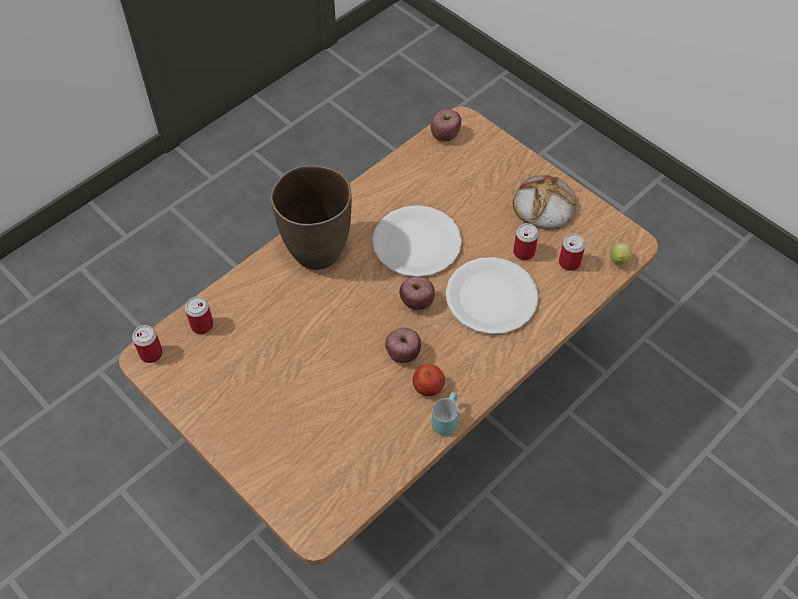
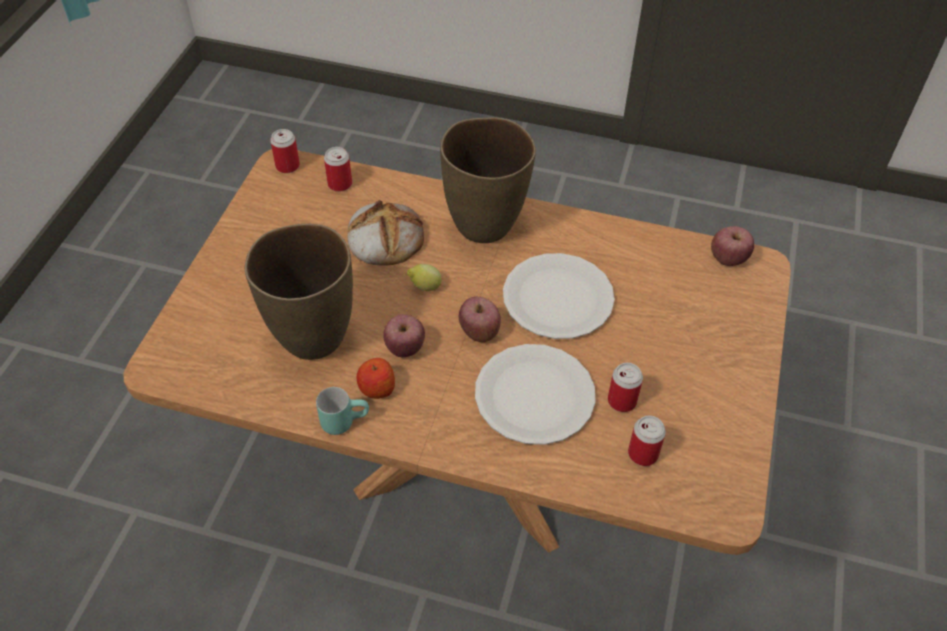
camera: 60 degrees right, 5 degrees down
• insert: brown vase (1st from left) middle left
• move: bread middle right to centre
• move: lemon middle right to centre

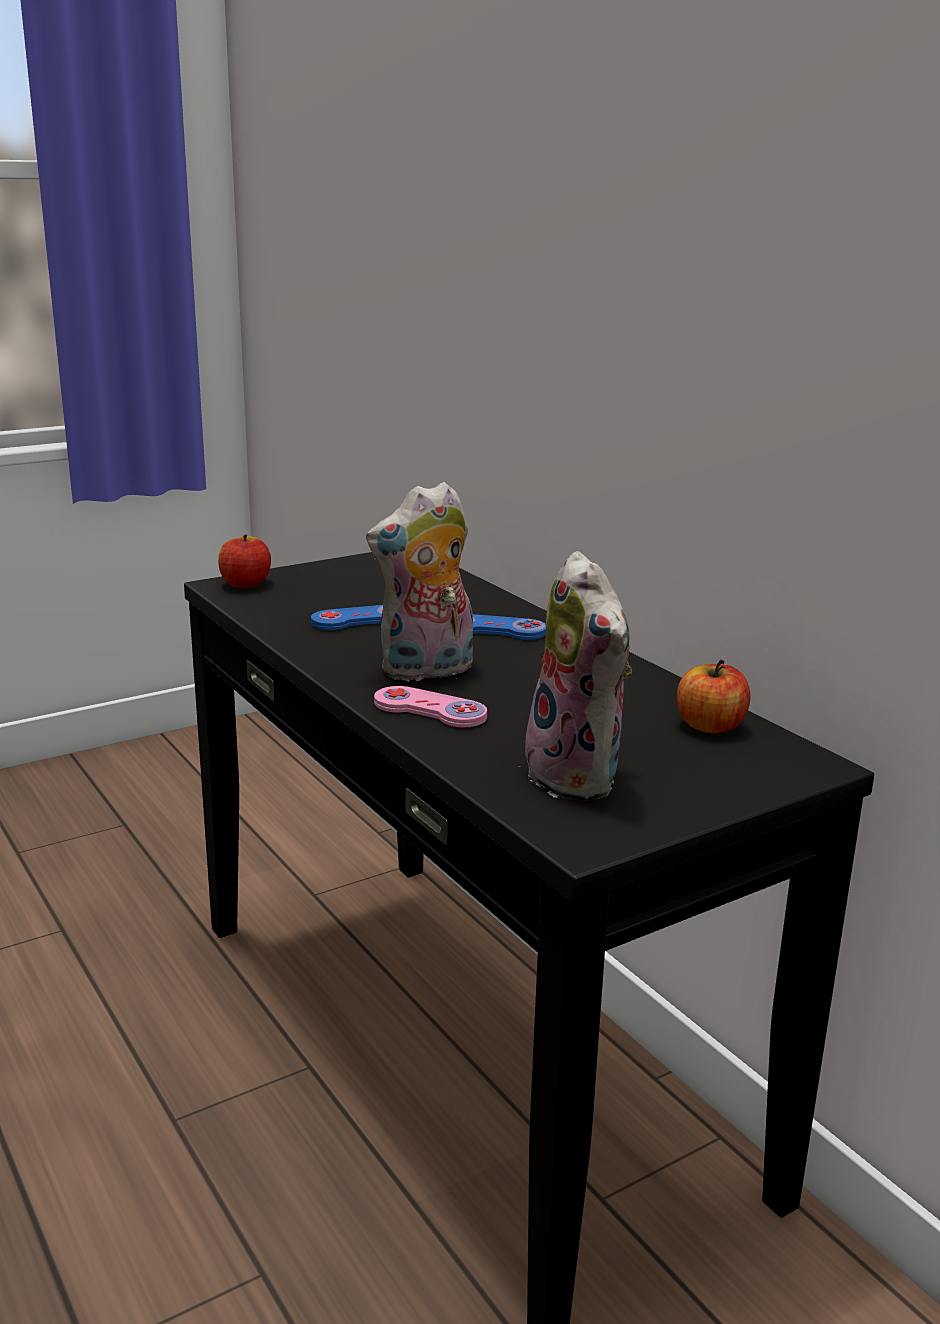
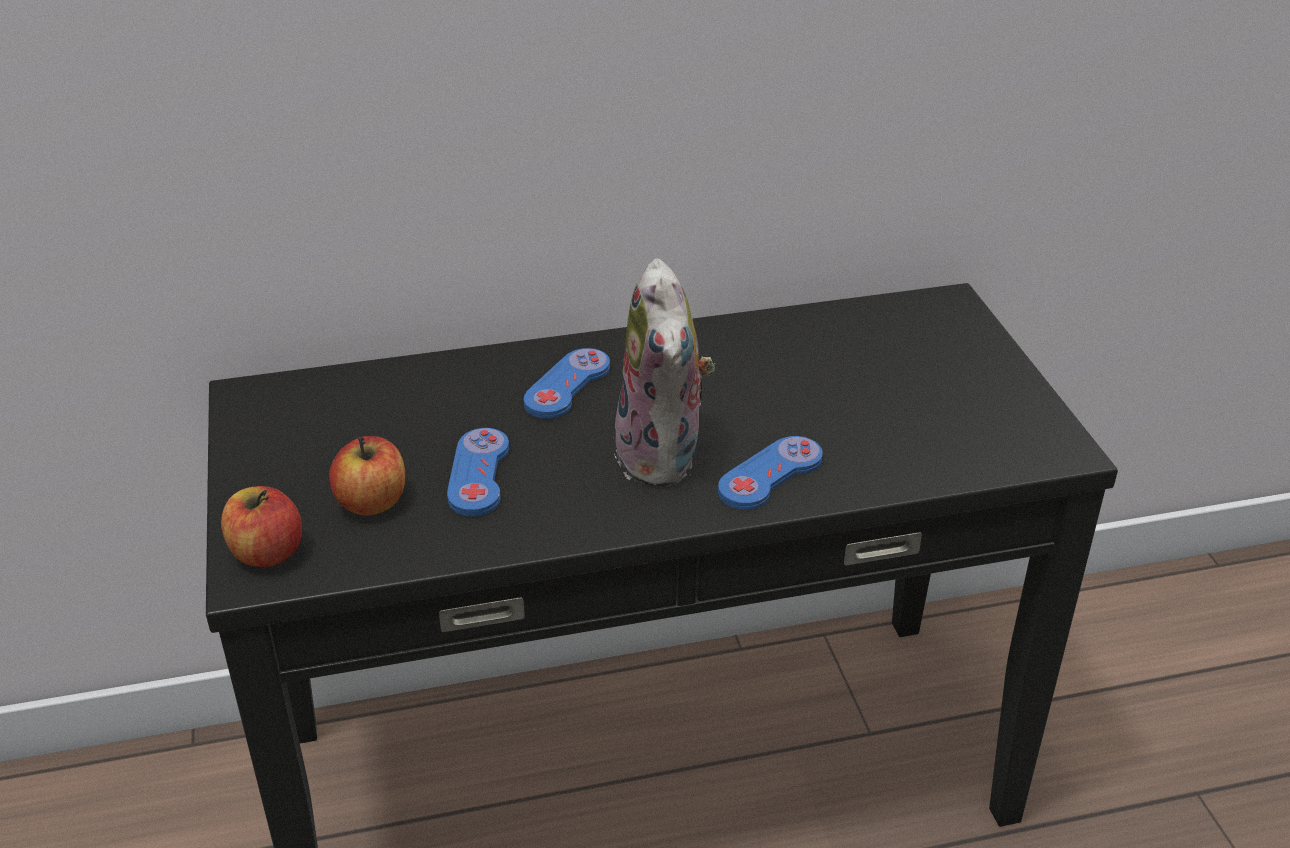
camera: 70 degrees left, 15 degrees up
• move: apple (2nd from left) middle right to middle left
• recolor: pink game controller centre to blue game controller (3rd from left) centre
• delete: plush toy (2nd from left) centre

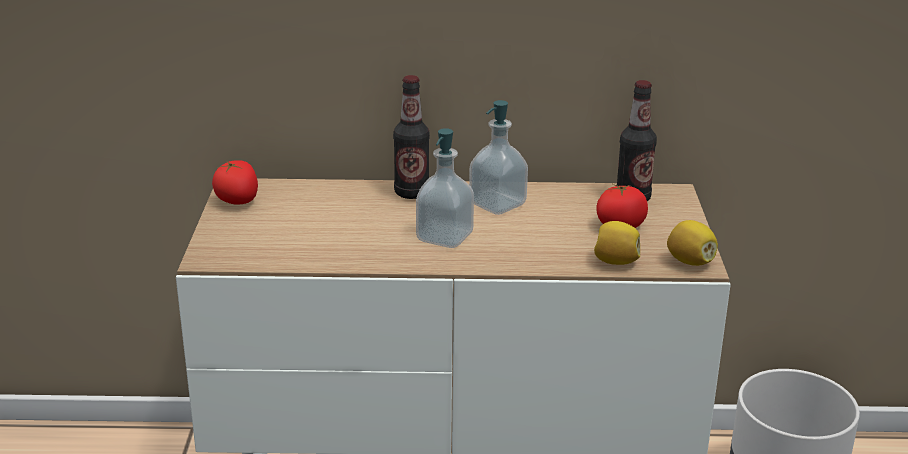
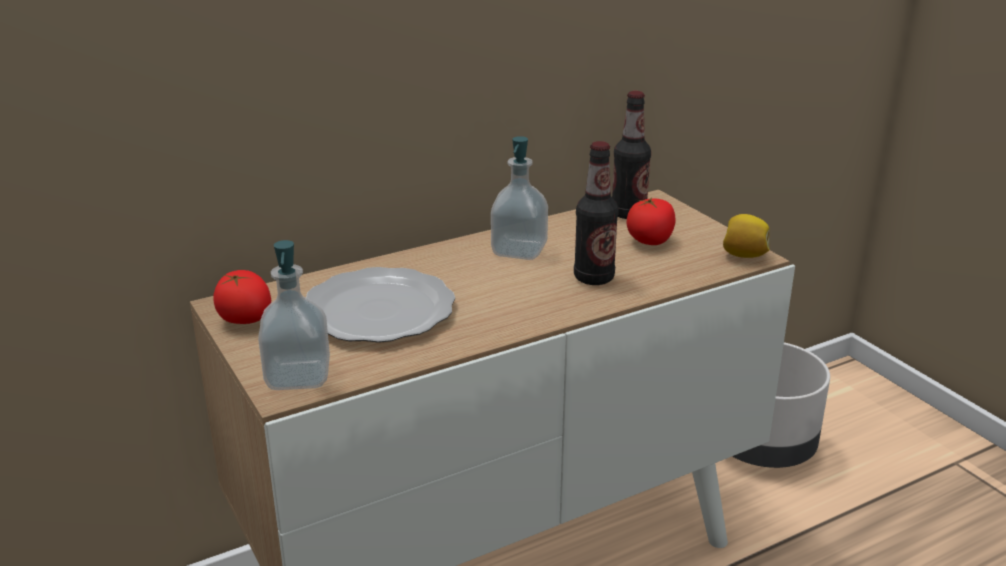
camera: 30 degrees left, 0 degrees up
• move: soap dispenser (1st from left) centre to middle left
• insert: plate centre
• move: bottle (1st from left) top centre to centre
• delete: lemon (1st from left) middle right

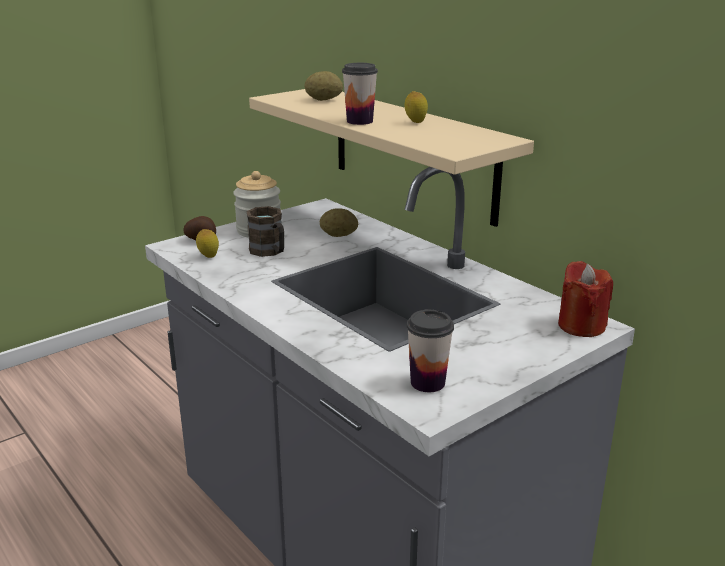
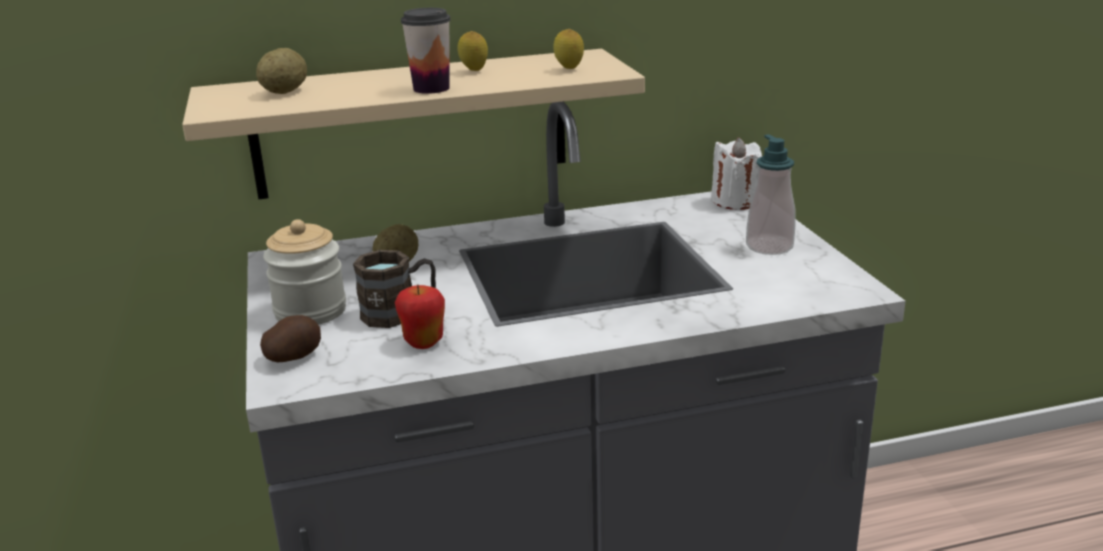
camera: 65 degrees left, 0 degrees up
• insert: apple centre
• move: lemon (1st from left in the first image) middle left to lemon (2nd from left) top centre
• recolor: red candle middle right to white candle top right
• insert: soap dispenser middle right
• delete: cup (2nd from left) centre

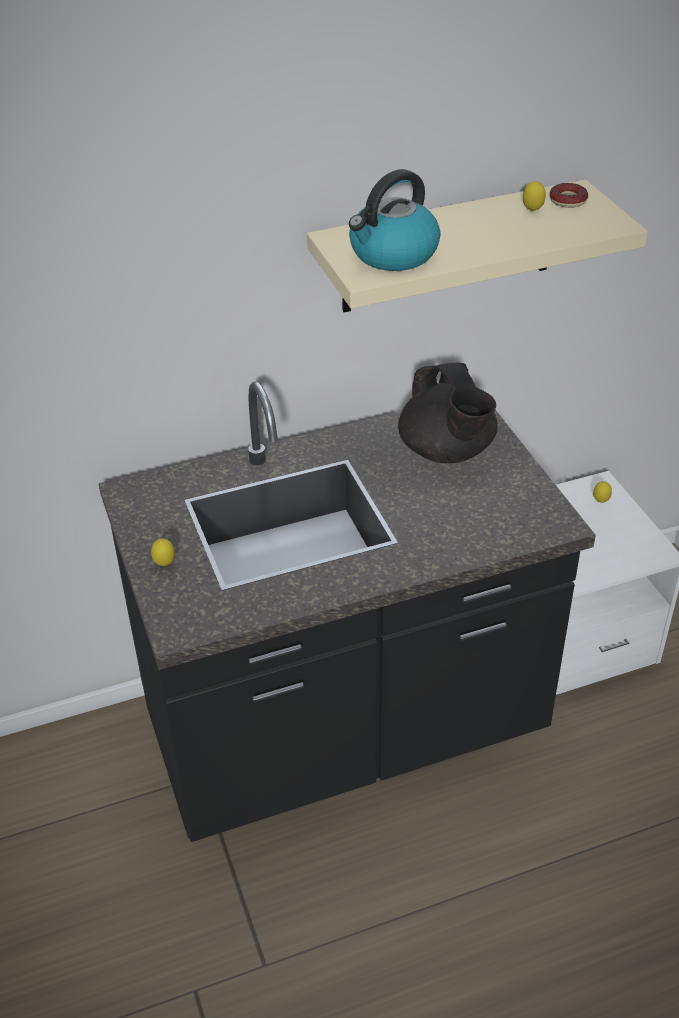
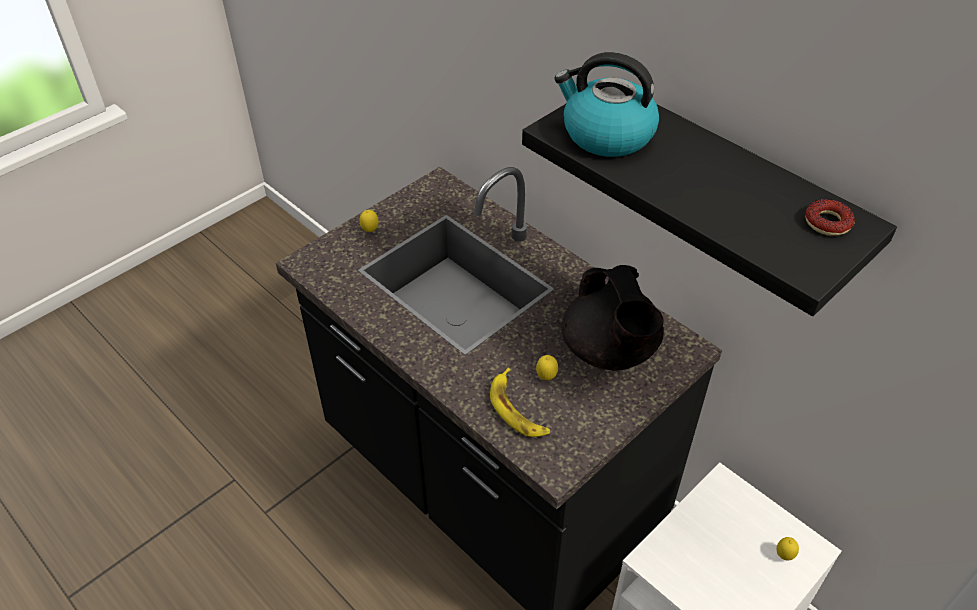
camera: 65 degrees right, 5 degrees up
• insert: banana centre
• recolor: beige shelf top right to black shelf middle right
• move: lemon (2nd from left) top right to centre
• rotate: black teapot centre = centre 60 degrees counterclockwise

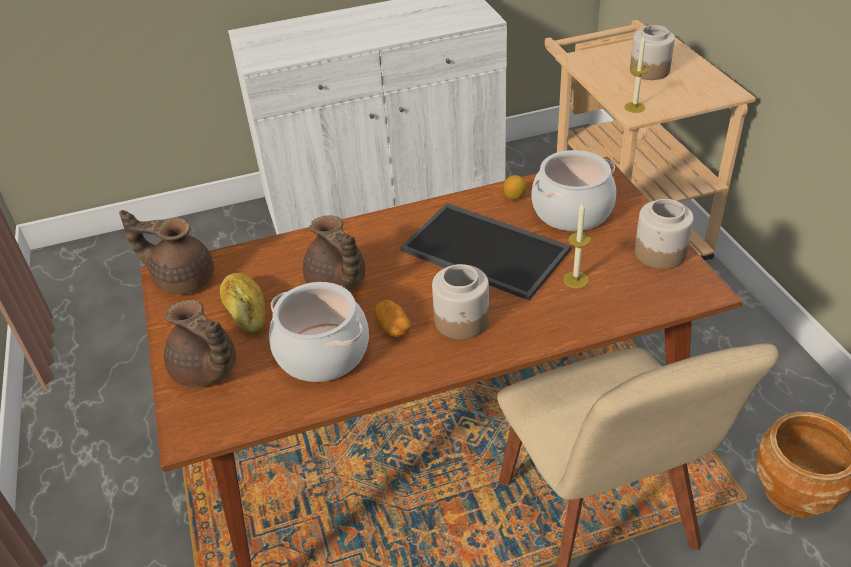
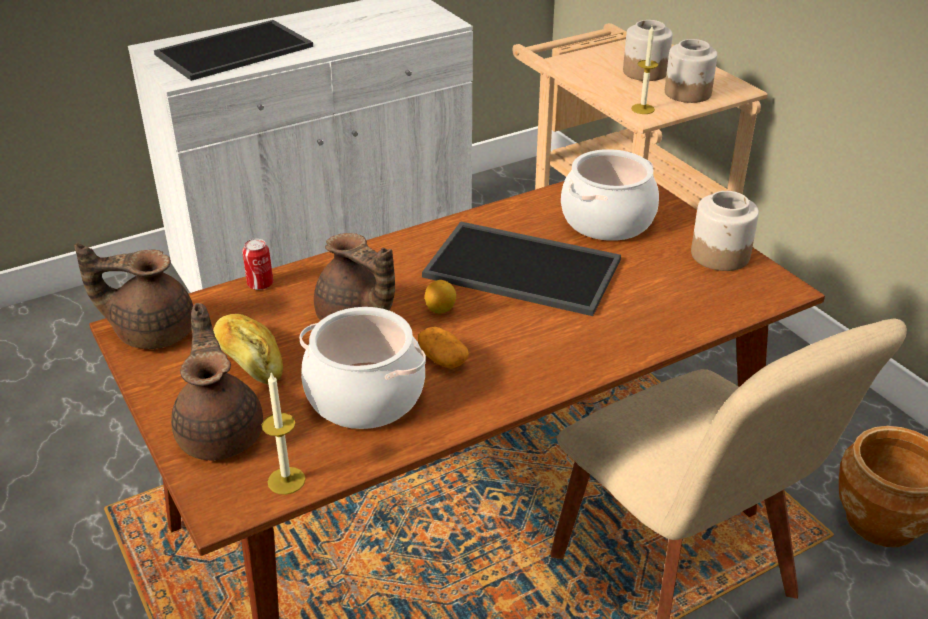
camera: 15 degrees left, 5 degrees down
• insert: tray (1st from left) top left
• rotate: brown teapot (2nd from left) middle left = middle left 135 degrees counterclockwise
• insert: can middle left
• move: candle (1st from left) middle right to bottom left
• move: lemon top centre to centre
• move: jar (1st from left in the first image) centre to jar (2nd from left) top right

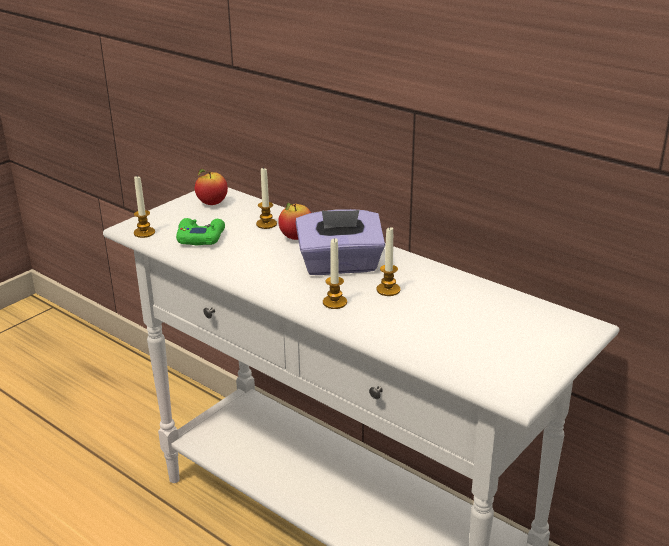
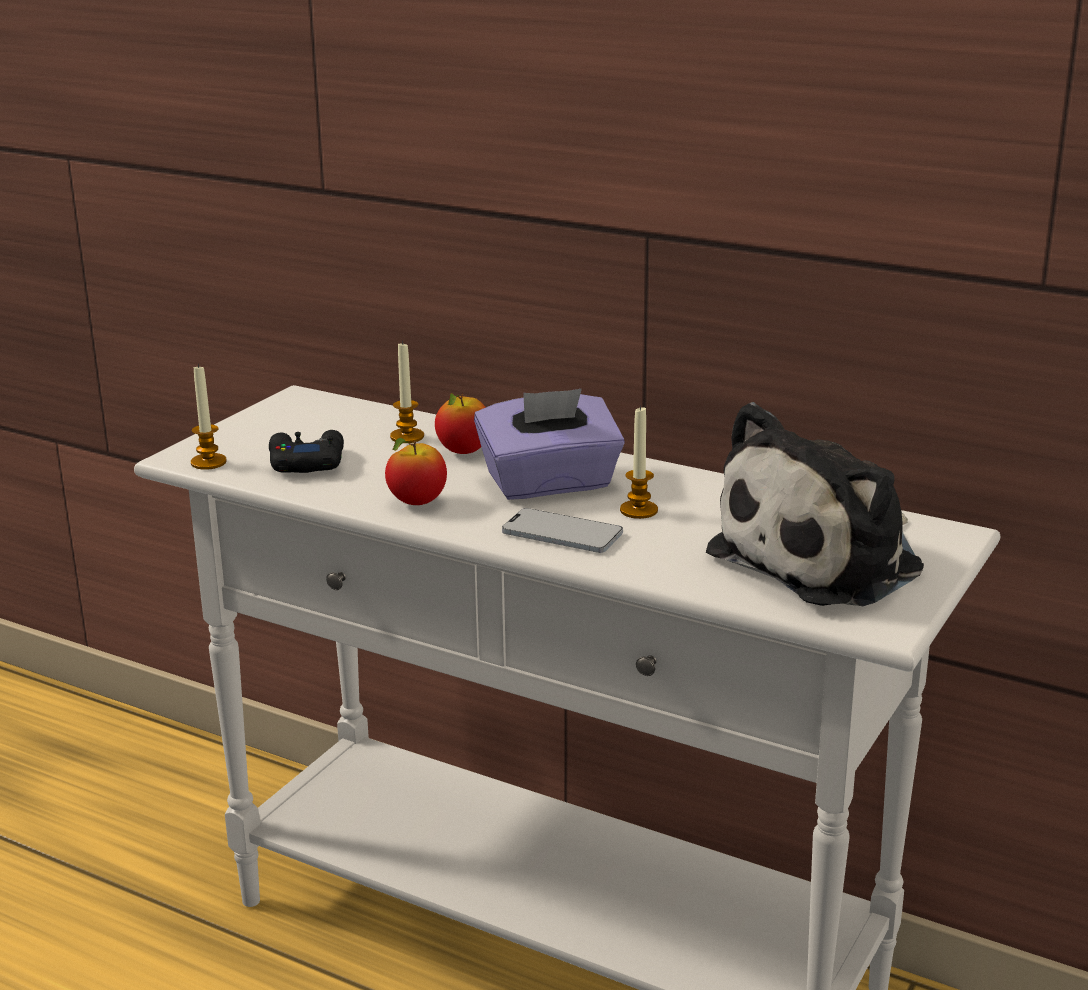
camera: 10 degrees left, 5 degrees down
• recolor: green game controller middle left to black game controller middle left
• move: apple (1st from left) middle left to centre
• replace: candle (3rd from left) centre to phone centre
• insert: plush toy middle right

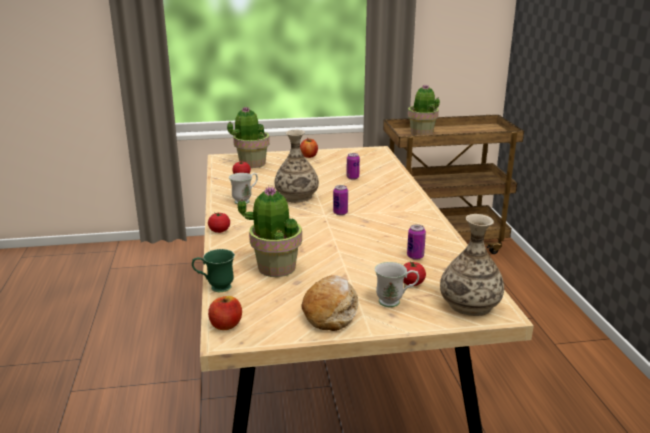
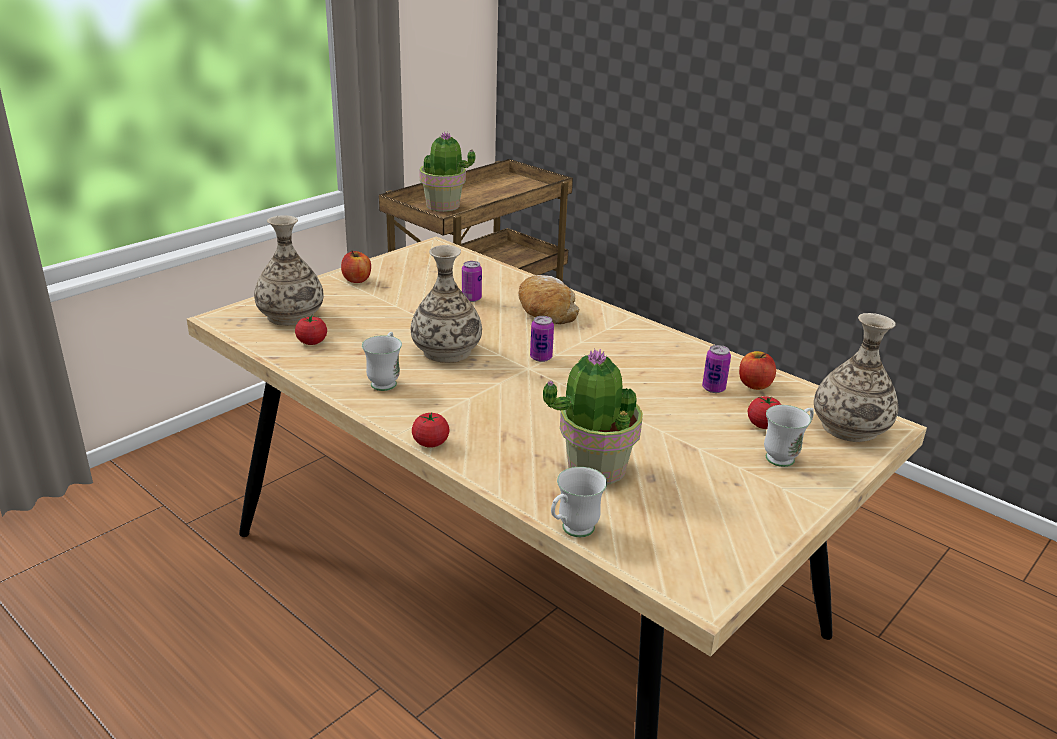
camera: 40 degrees left, 5 degrees up
• replace: potted plant (1st from left) top centre to vase (1st from left) middle left
• move: bread bottom centre to centre
• recolor: green mug middle left to white mug (2nd from left) bottom centre
• move: apple (1st from left in the first image) bottom centre to apple (2nd from left) middle right

